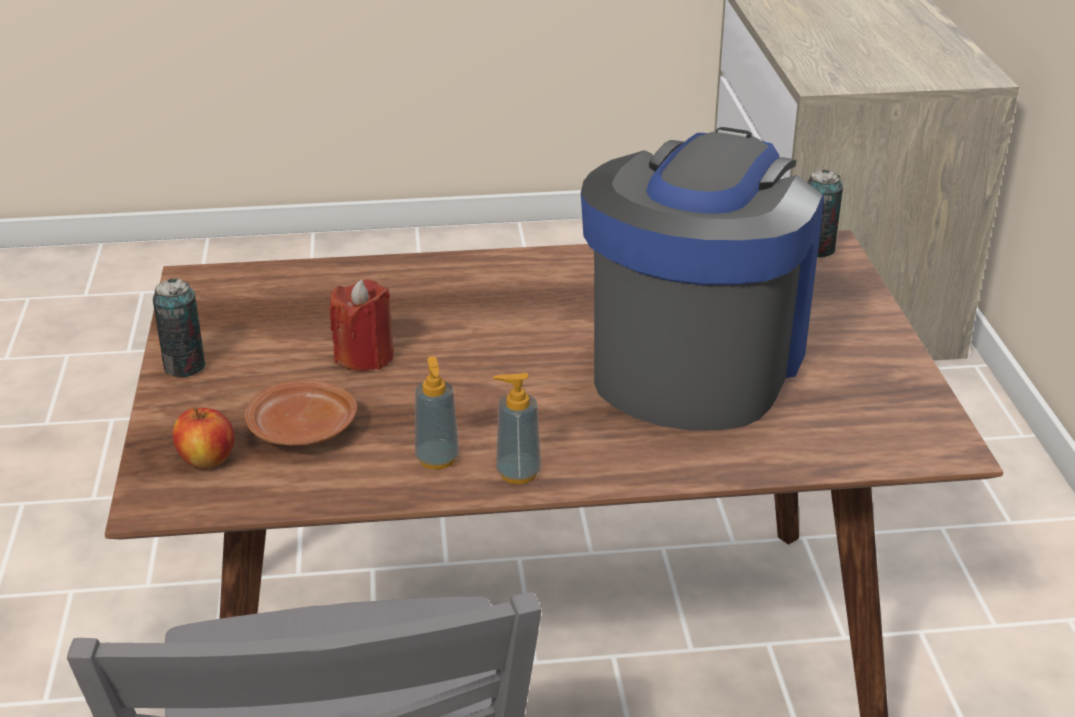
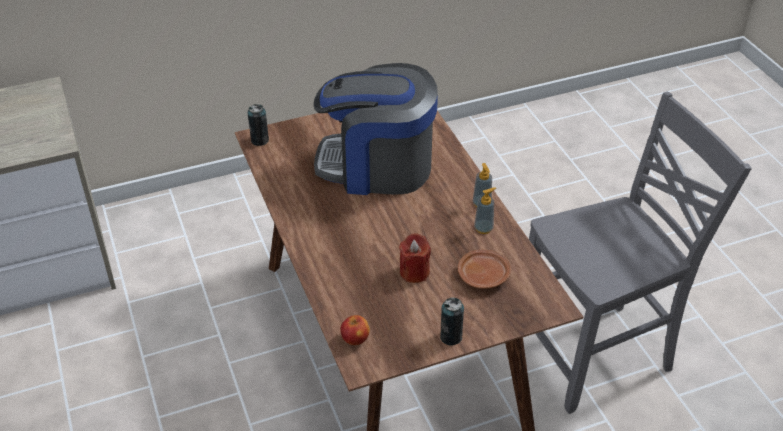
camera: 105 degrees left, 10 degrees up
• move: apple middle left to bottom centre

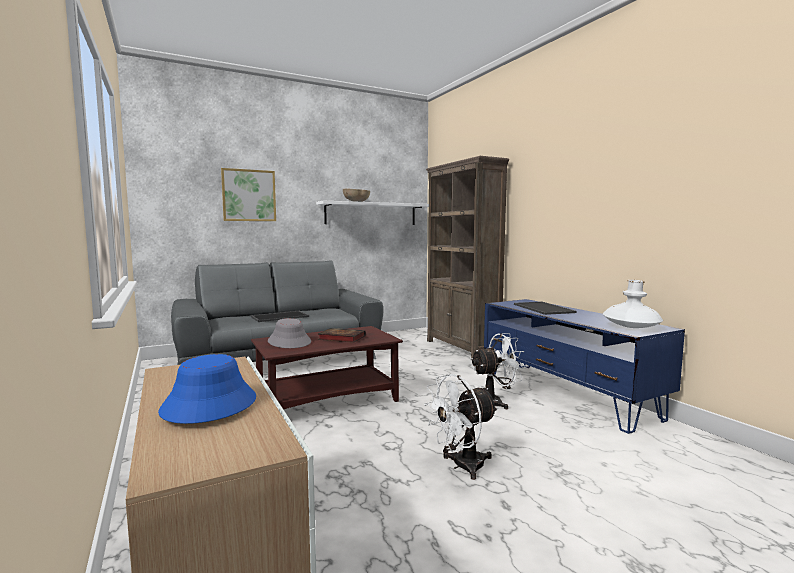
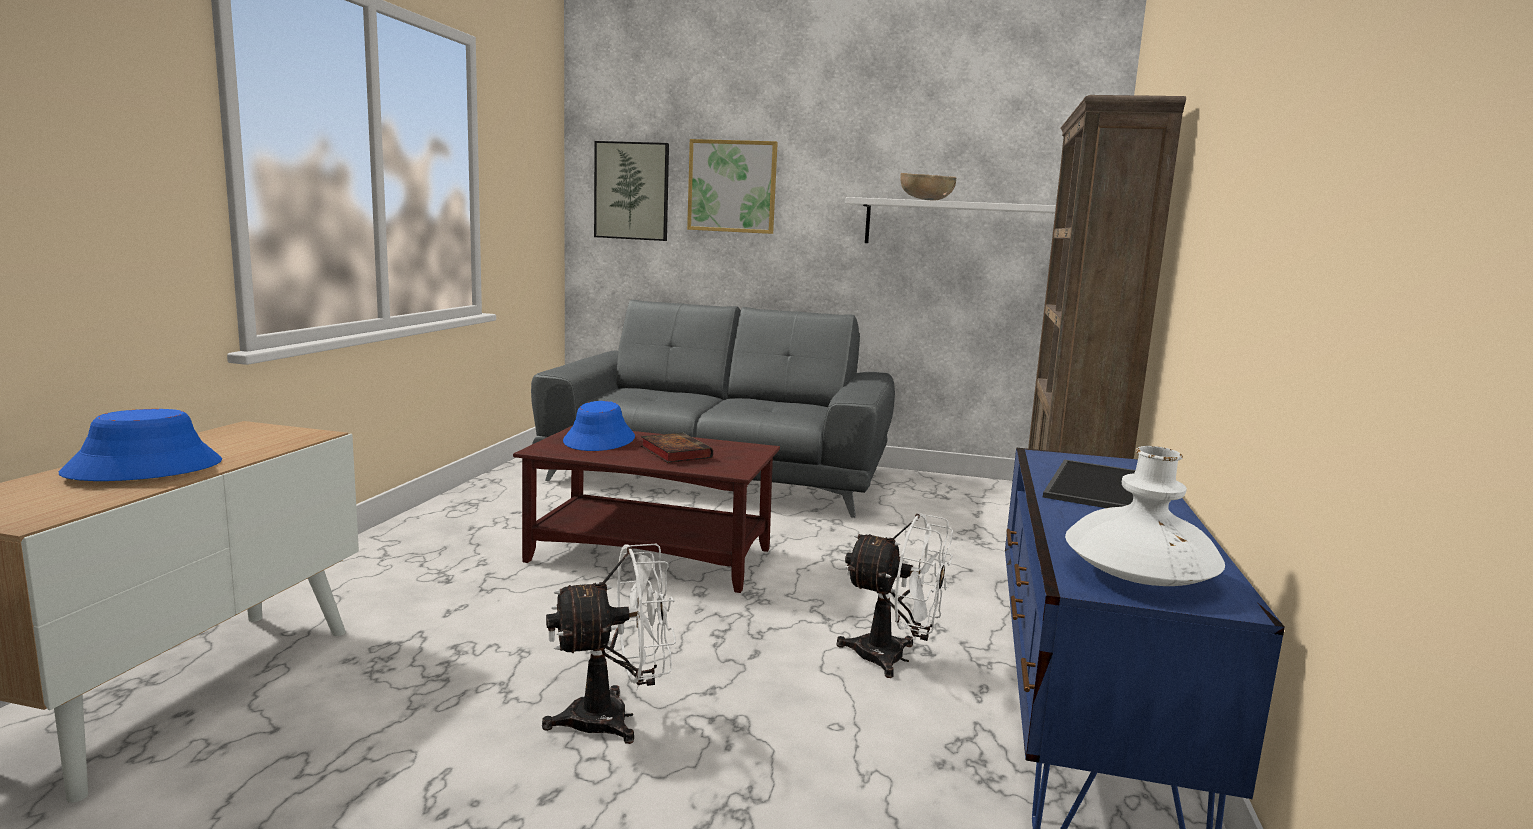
camera: 40 degrees right, 5 degrees up
• rotate: white fan (1st from left) bottom centre = bottom centre 150 degrees clockwise
• recolor: grey hat centre to blue hat (2nd from left) centre
• insert: picture (1st from left) top centre
• delete: tray (1st from left) centre

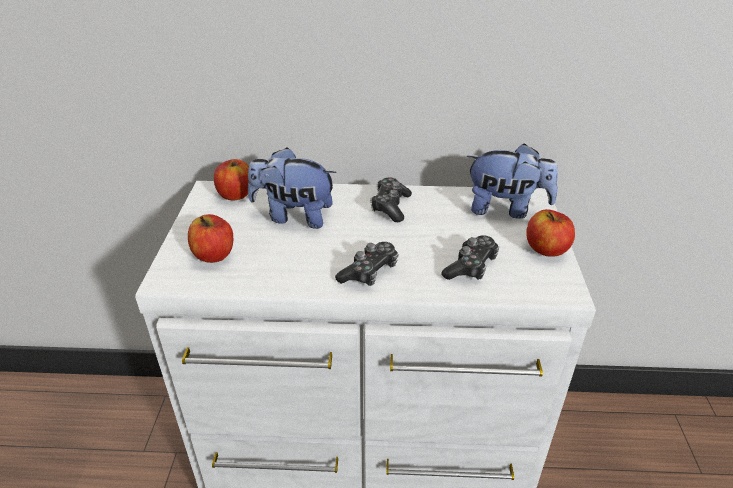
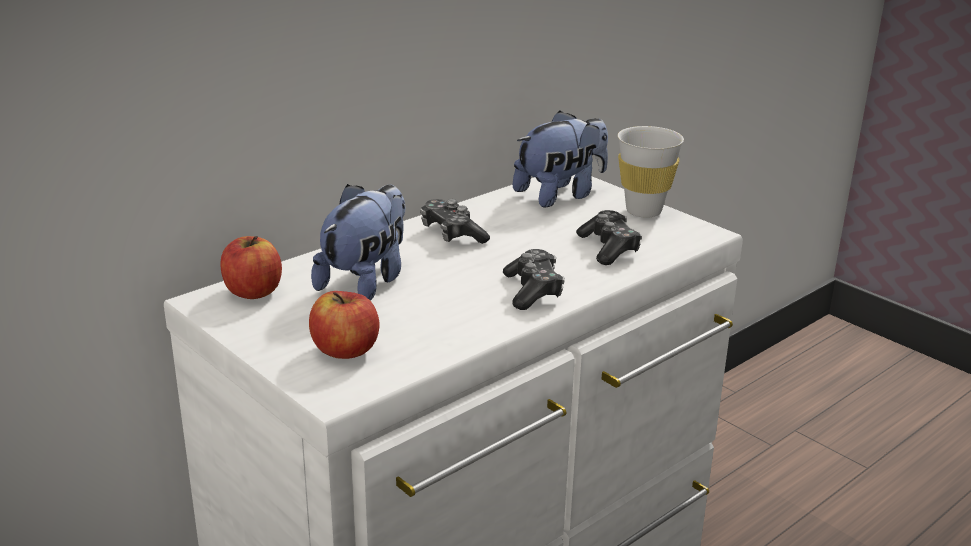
camera: 45 degrees left, 10 degrees down
• rotate: plush toy (1st from left) centre = centre 150 degrees clockwise
• replace: apple (3rd from left) middle right to white cup top right

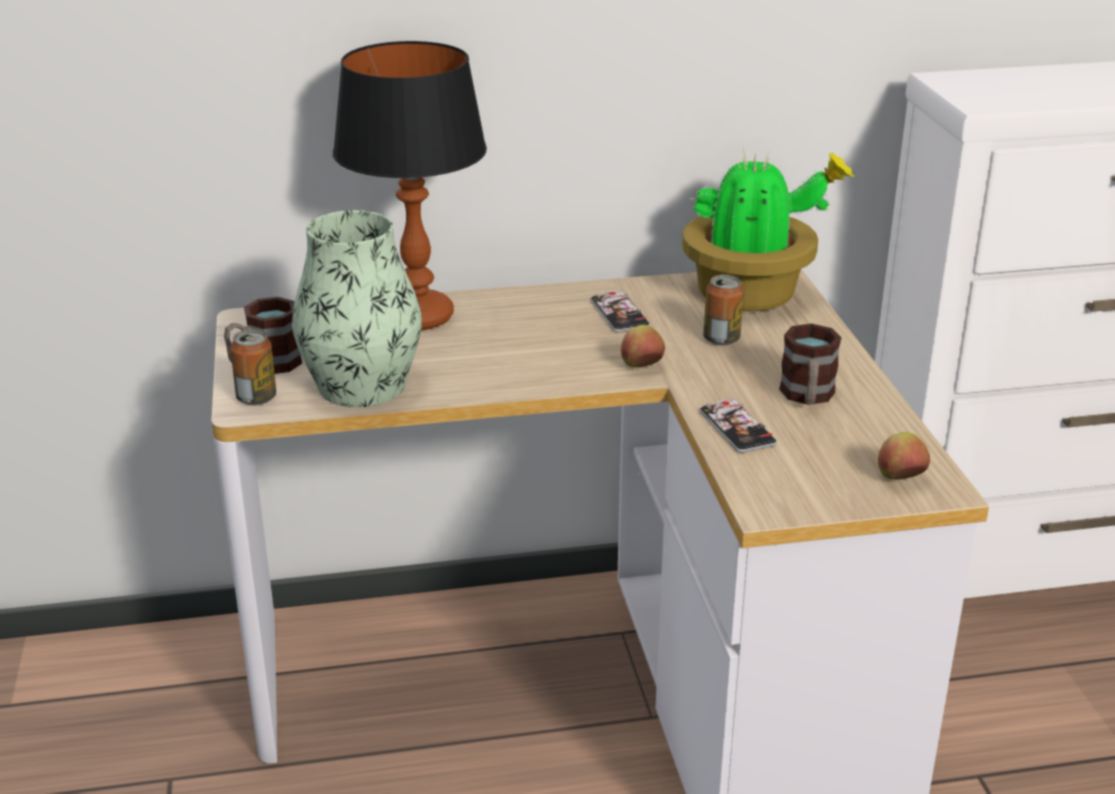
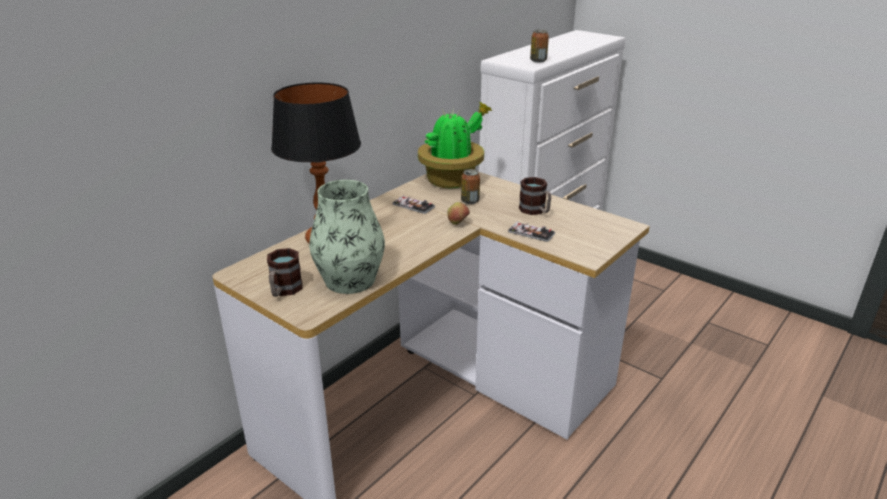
camera: 40 degrees left, 0 degrees up
• move: can (1st from left in the first image) middle left to can (2nd from left) top centre
• delete: apple (2nd from left) middle right

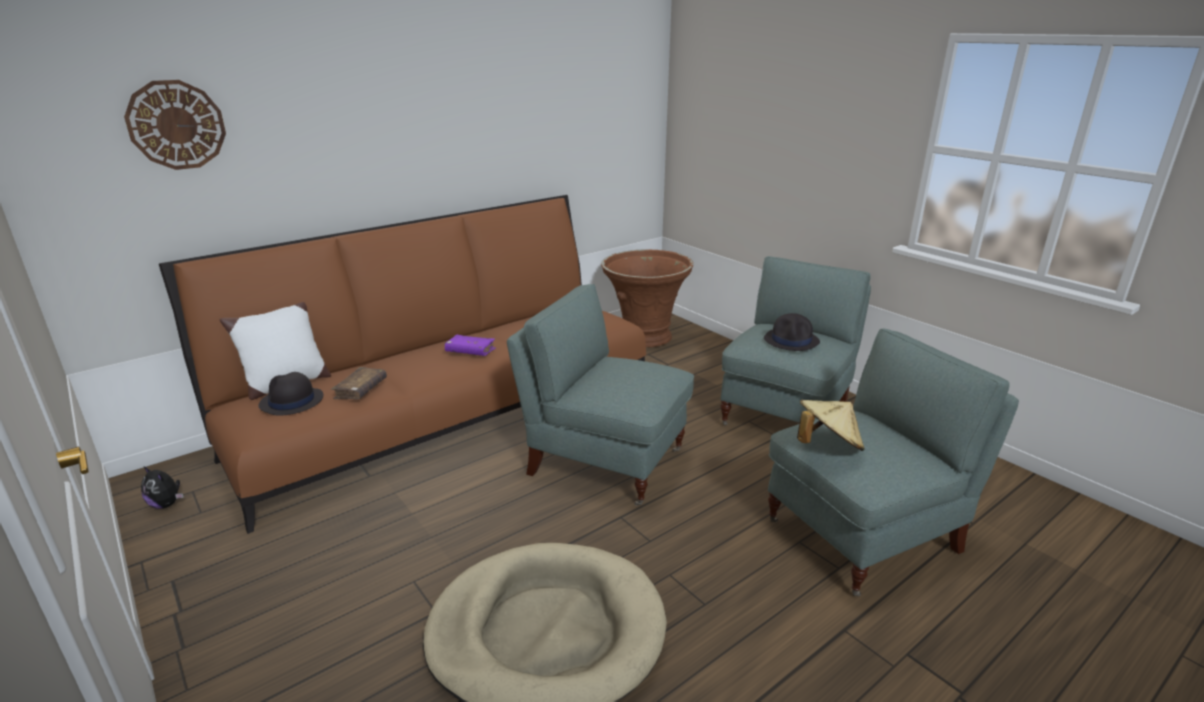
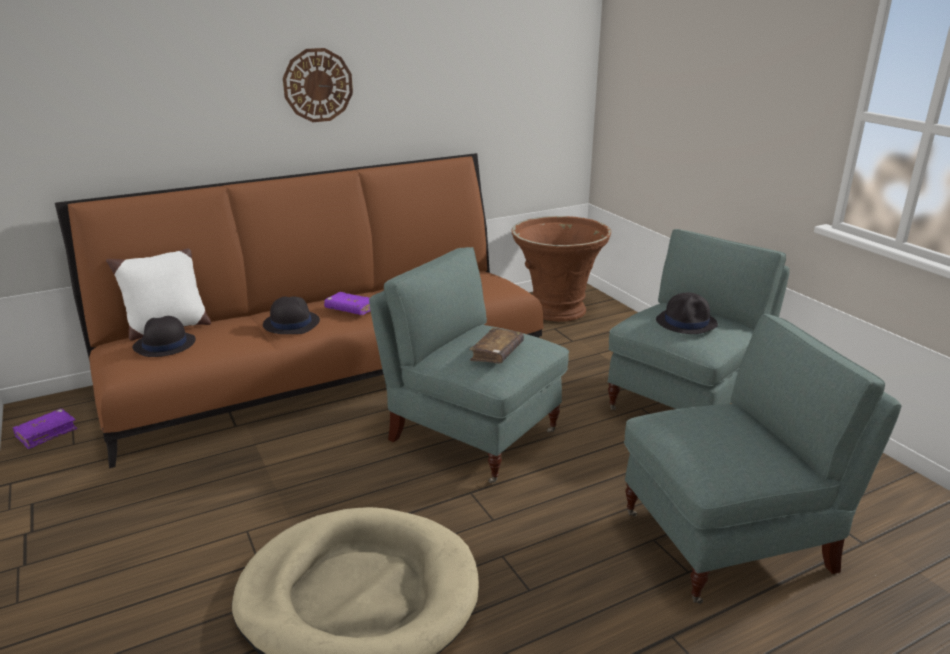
camera: 10 degrees right, 0 degrees up
• replace: plush toy bottom left to purple book (1st from left) middle left
• insert: black hat (2nd from left) middle left
• move: wall clock top left to top centre
• move: brown book middle left to centre
• delete: beige hat middle right

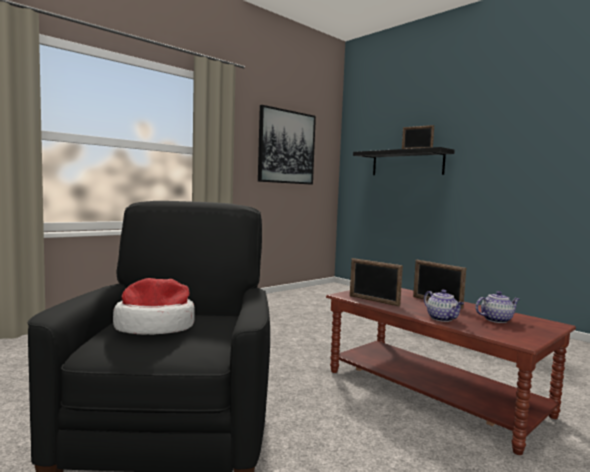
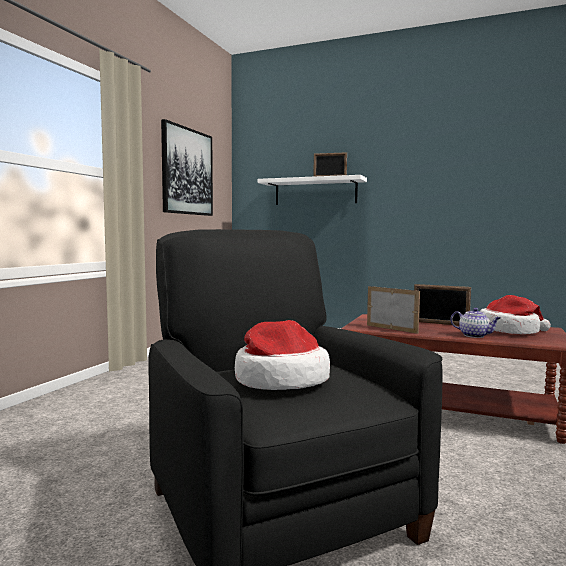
camera: 25 degrees left, 0 degrees up
• recolor: black shelf middle right to white shelf centre
• rotate: picture frame (1st from left in the first image) centre = middle right 150 degrees counterclockwise
• replace: teapot (2nd from left) middle right to hat (2nd from left) middle right

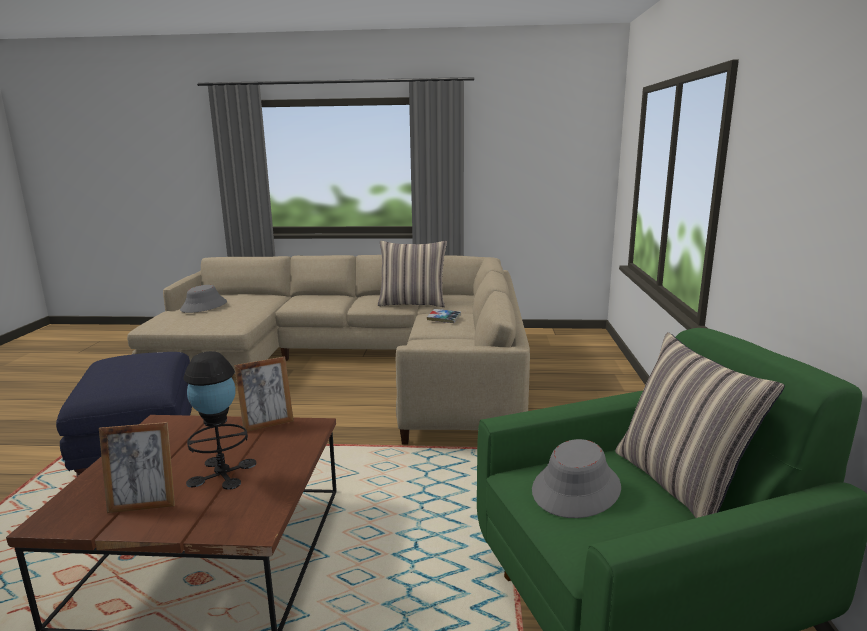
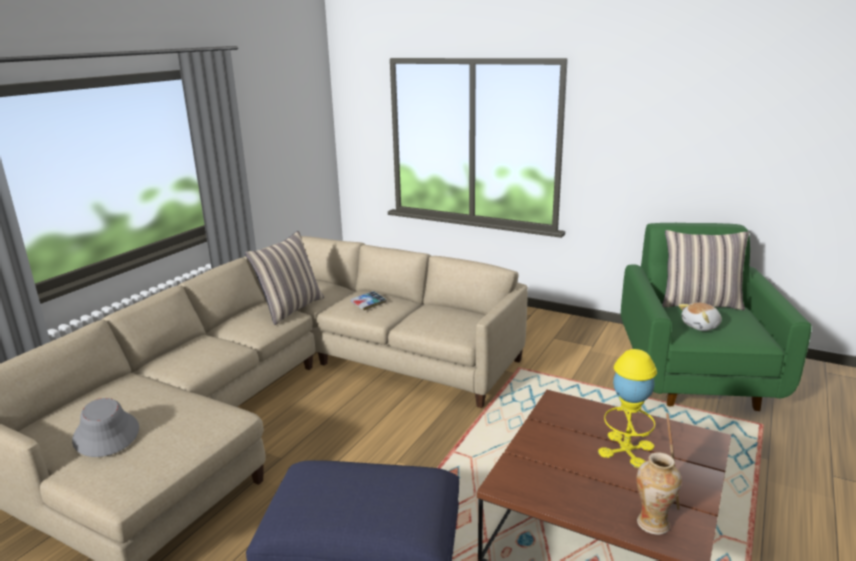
camera: 65 degrees left, 5 degrees up
• recolor: black table lamp middle left to yellow table lamp bottom right
• insert: vase bottom right
• replace: grey hat (2nd from left) bottom centre to plush toy middle right
• delete: picture frame (2nd from left) middle left

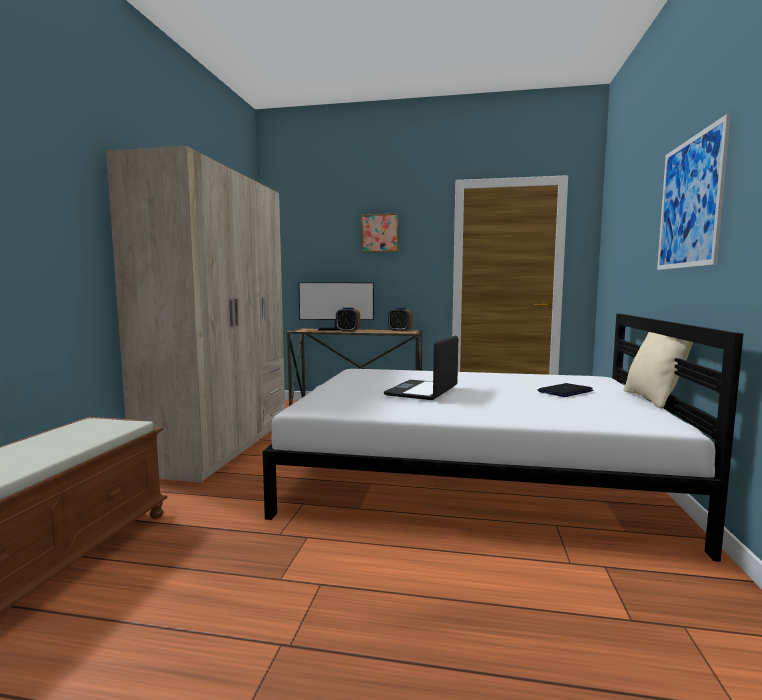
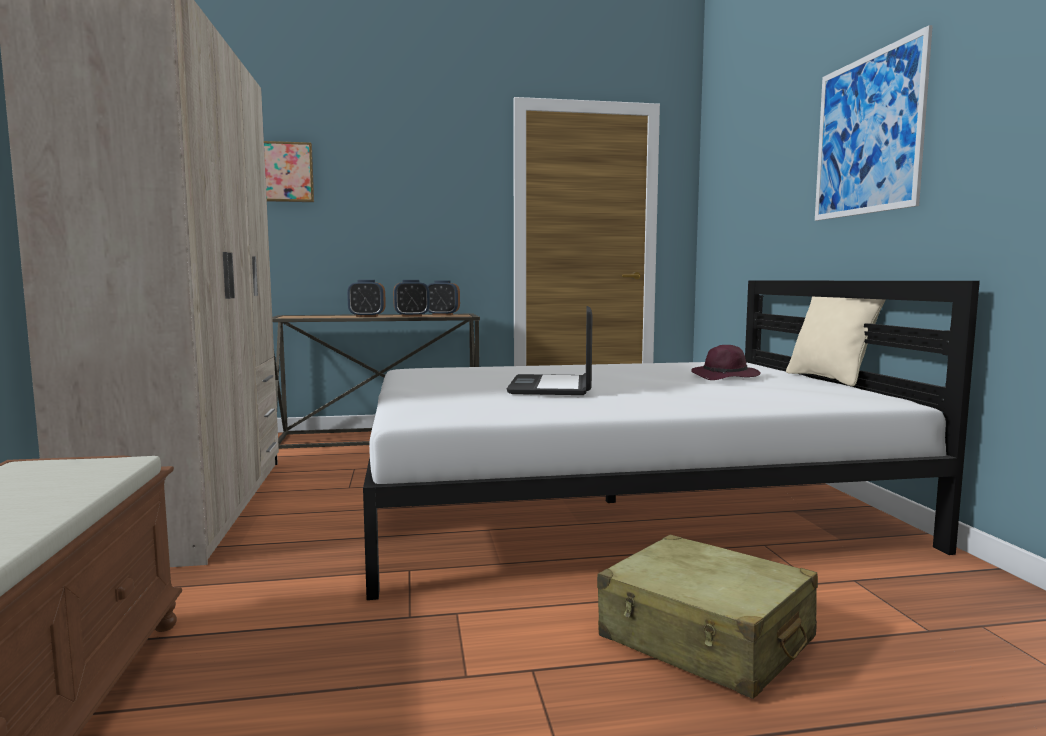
camera: 20 degrees left, 0 degrees up
• move: picture (1st from left) top centre to top left
• insert: alarm clock (2nd from left) centre
• insert: beige suitcase bottom right
• replace: laptop (2nd from left) middle right to purple hat middle right
• delete: monitor centre

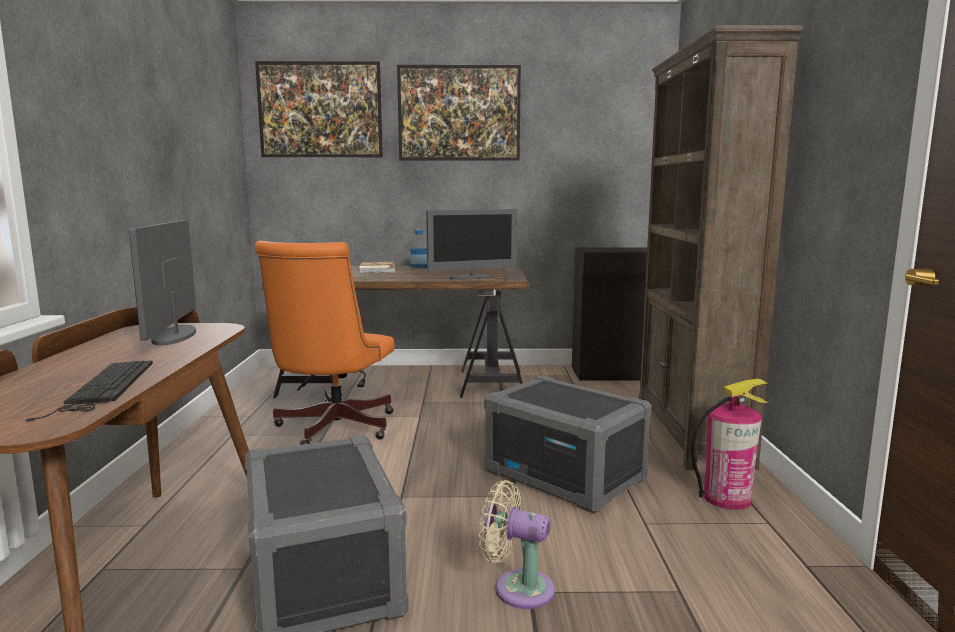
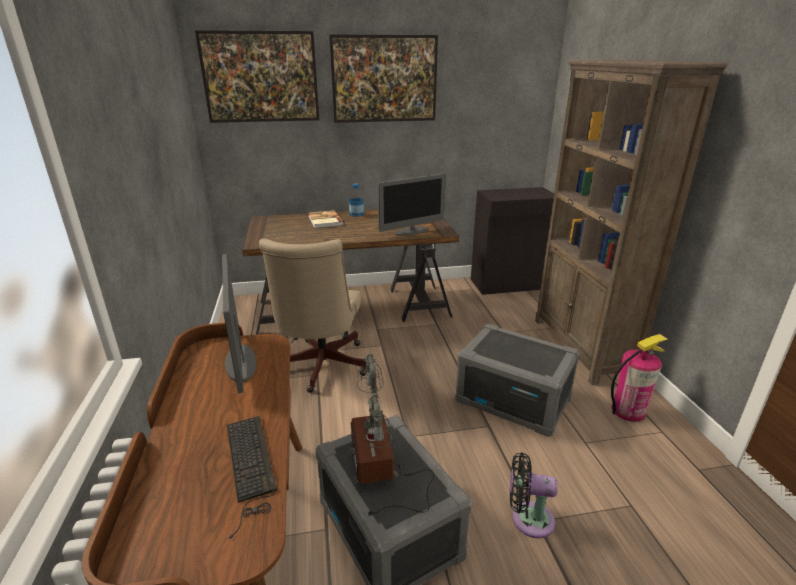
camera: 10 degrees left, 15 degrees up
• recolor: orange office chair centre to beige office chair centre
• insert: table lamp bottom centre
• recolor: beige fan bottom centre to black fan bottom right

